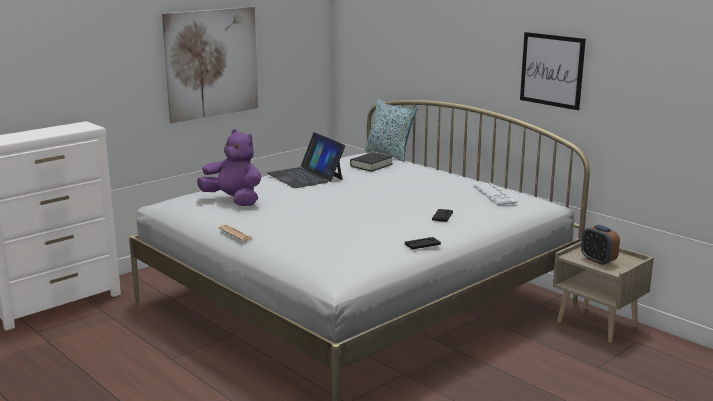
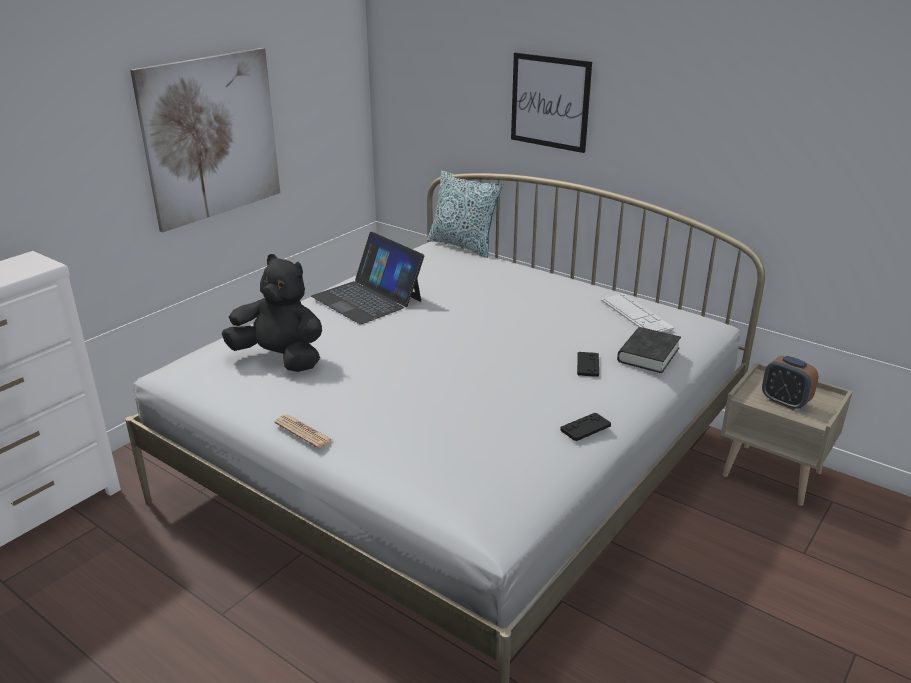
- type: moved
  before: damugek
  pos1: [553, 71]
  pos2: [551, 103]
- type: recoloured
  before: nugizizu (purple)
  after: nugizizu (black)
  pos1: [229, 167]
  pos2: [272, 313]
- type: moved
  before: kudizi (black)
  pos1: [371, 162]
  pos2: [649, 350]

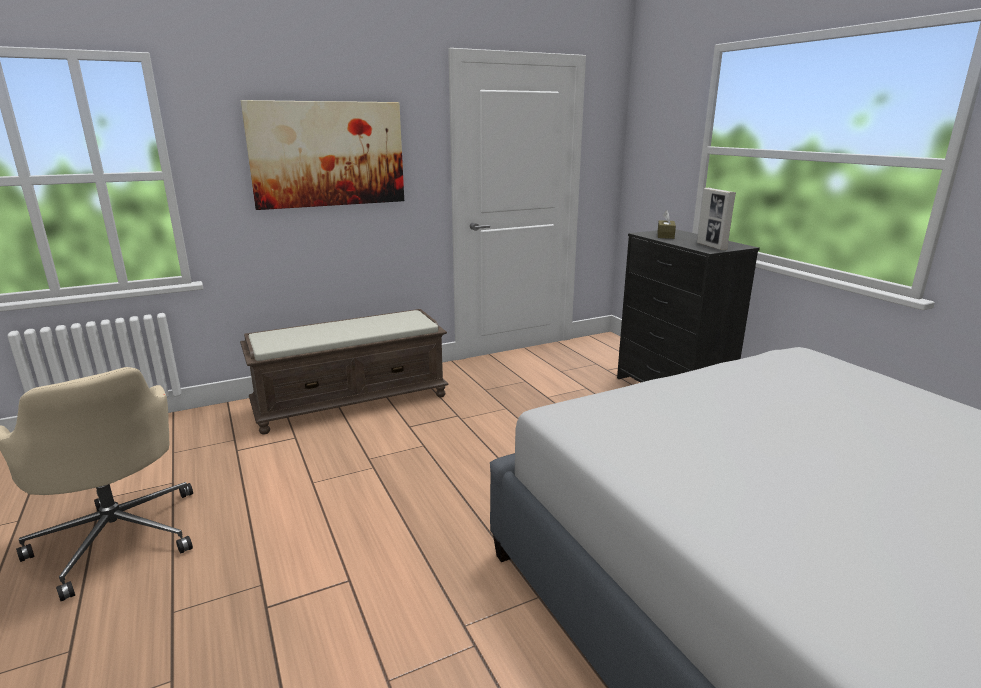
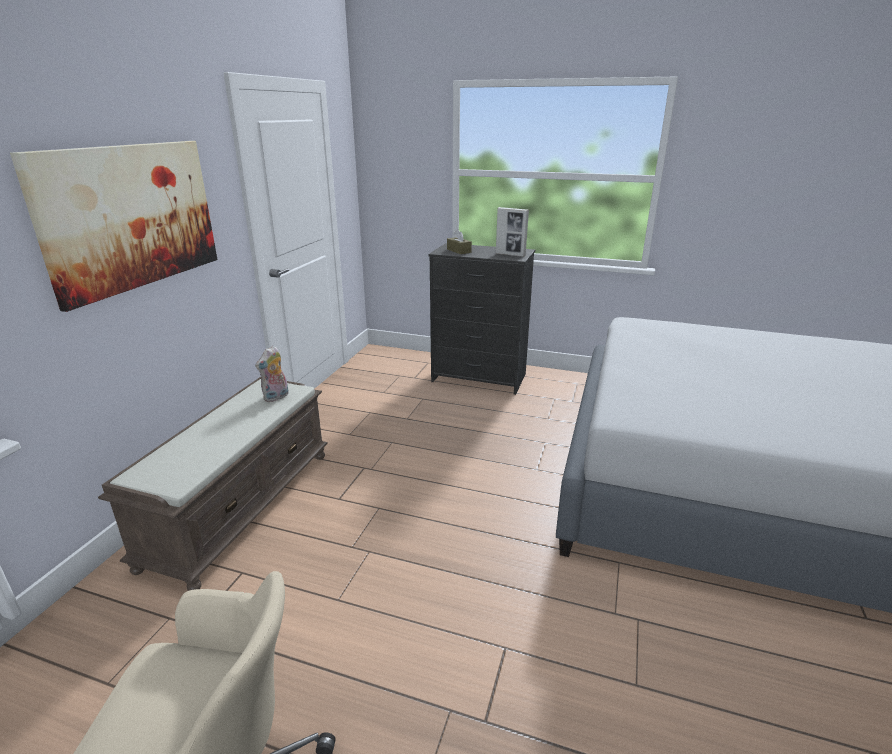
- type: added
  after: nugizizu
  pos2: [272, 374]

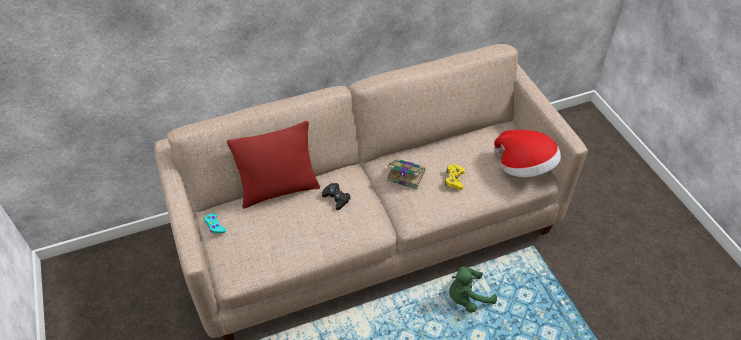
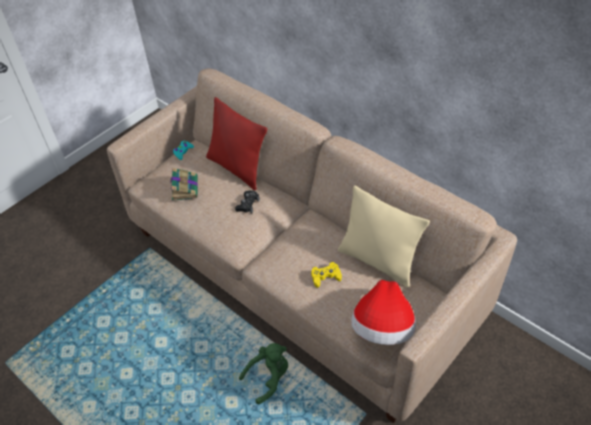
- type: moved
  before: kudizi
  pos1: [406, 173]
  pos2: [184, 184]
- type: turned
  before: nugizizu (green)
  pos1: [473, 289]
  pos2: [263, 373]
  turn: 105
- type: added
  after: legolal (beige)
  pos2: [384, 236]

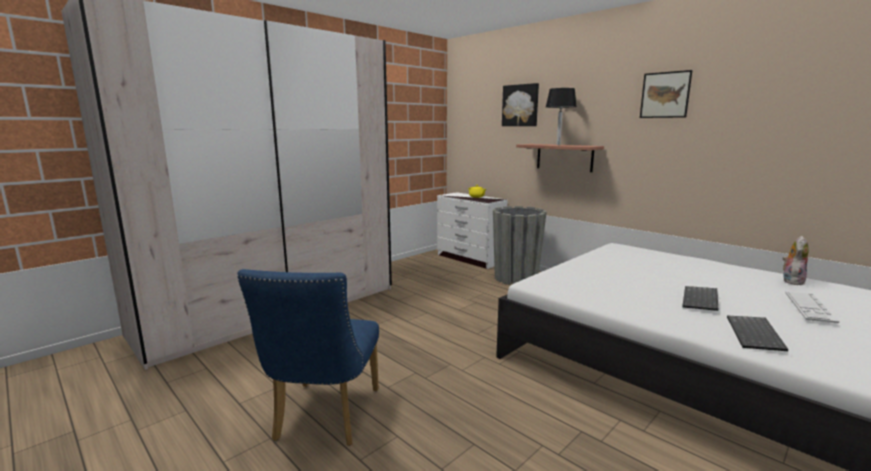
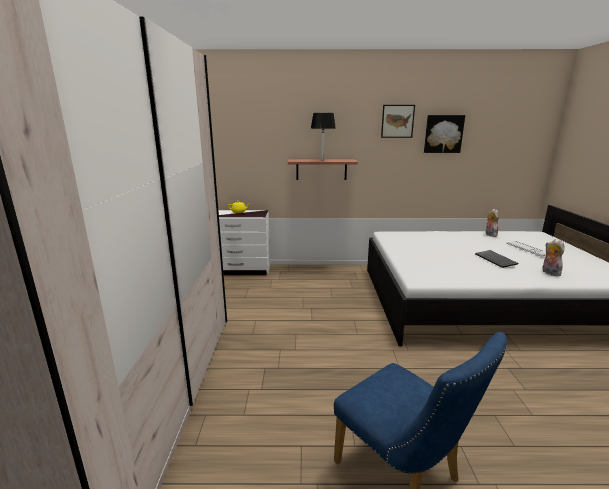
- type: moved
  before: damugek
  pos1: [520, 104]
  pos2: [444, 134]
- type: removed
  before: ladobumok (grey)
  pos1: [520, 245]
- type: replaced
  before: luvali
  after: nugizizu
  pos1: [757, 333]
  pos2: [553, 257]

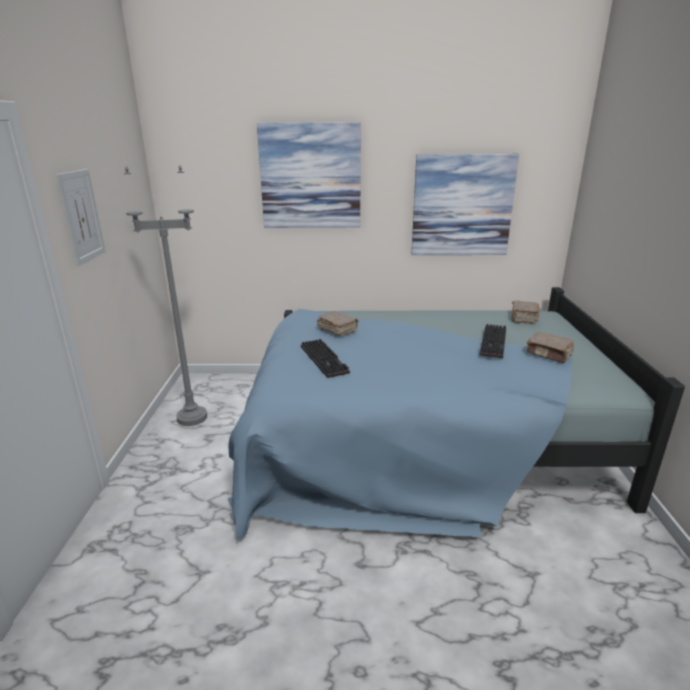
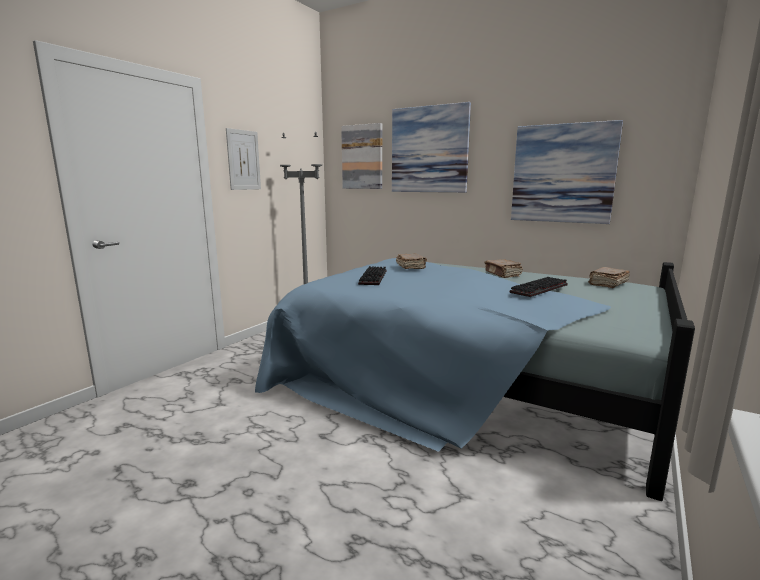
- type: moved
  before: kudizi (brown)
  pos1: [550, 347]
  pos2: [503, 268]
- type: added
  after: damugek
  pos2: [361, 156]

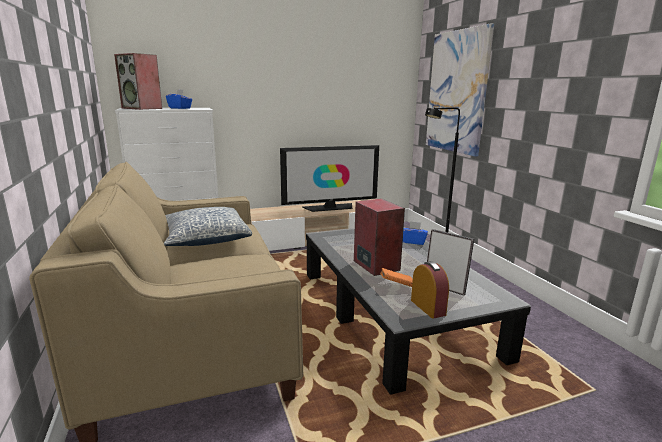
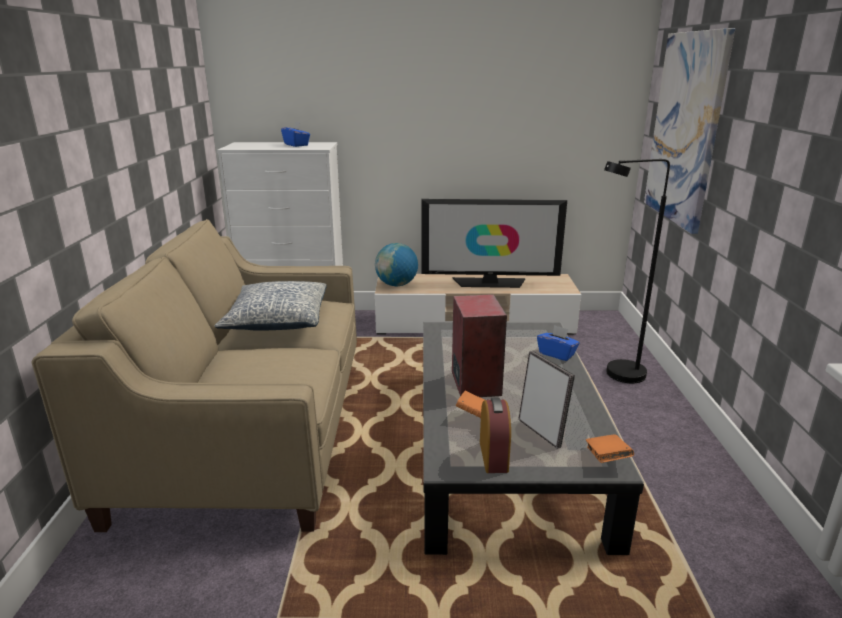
- type: removed
  before: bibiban
  pos1: [138, 81]
- type: added
  after: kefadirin
  pos2: [396, 264]
- type: added
  after: kudizi (orange)
  pos2: [610, 448]

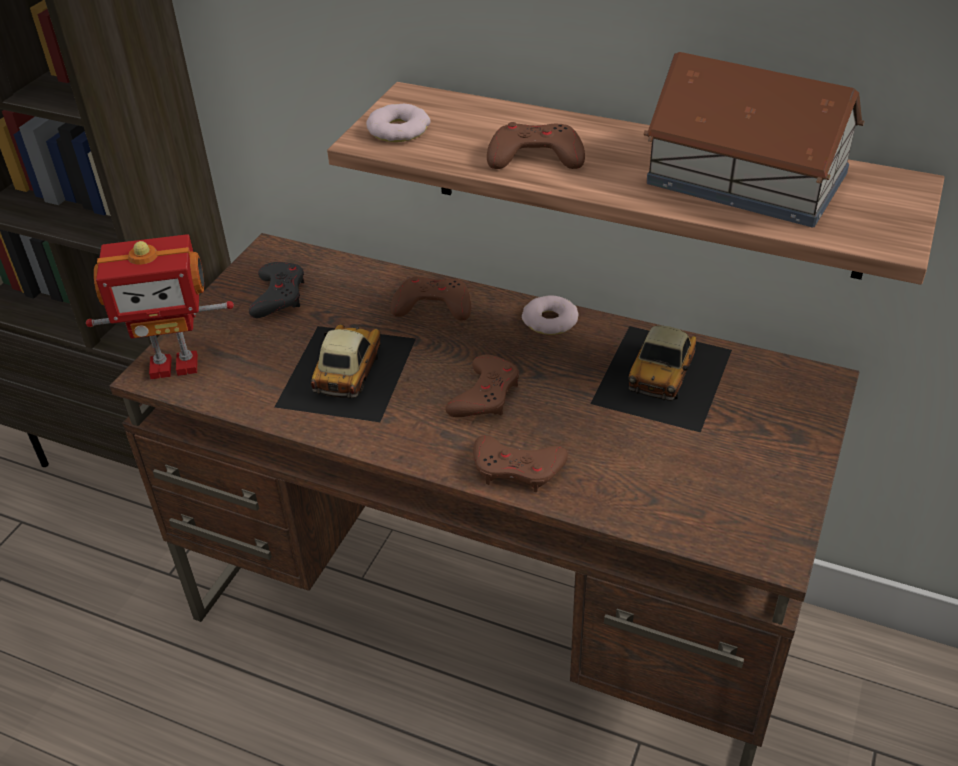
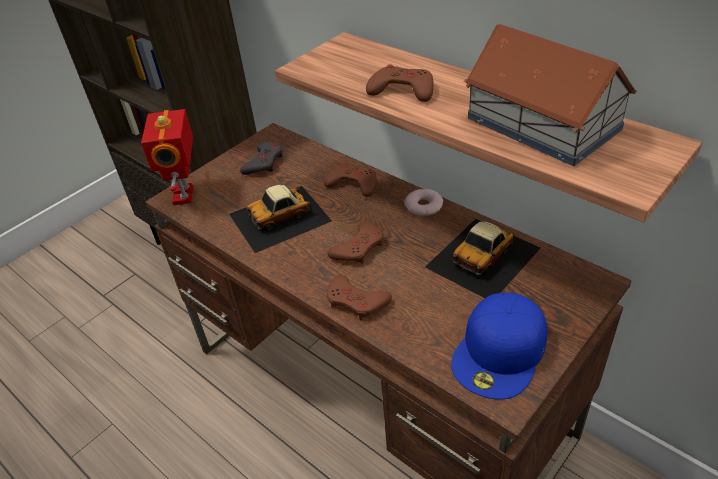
- type: removed
  before: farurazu
  pos1: [398, 123]
- type: turned
  before: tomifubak
  pos1: [160, 306]
  pos2: [167, 157]
  turn: 75
- type: turned
  before: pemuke
  pos1: [345, 373]
  pos2: [280, 219]
  turn: -150
- type: added
  after: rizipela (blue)
  pos2: [499, 346]

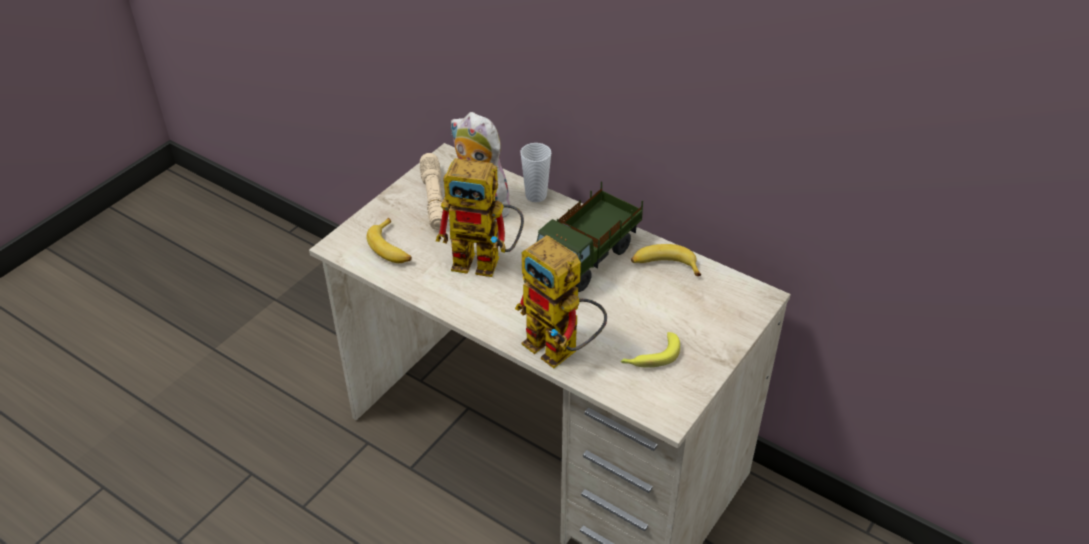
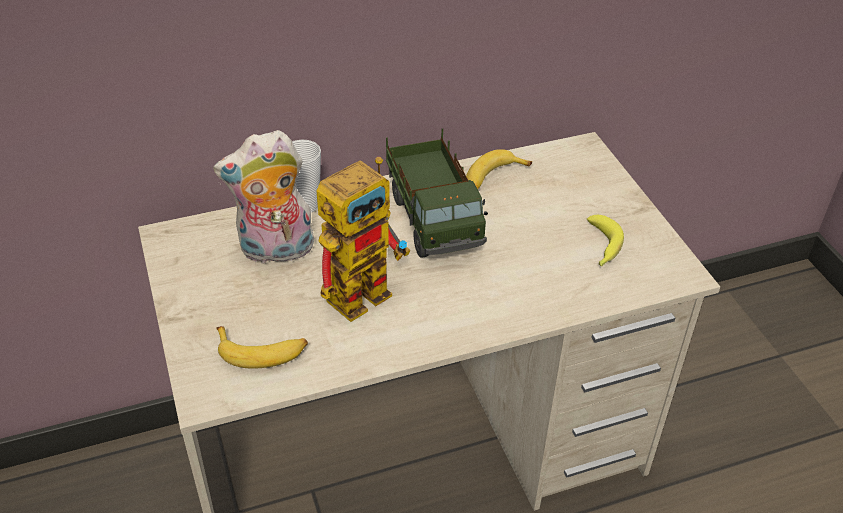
- type: removed
  before: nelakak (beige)
  pos1: [432, 191]
- type: removed
  before: tomifubak
  pos1: [561, 301]

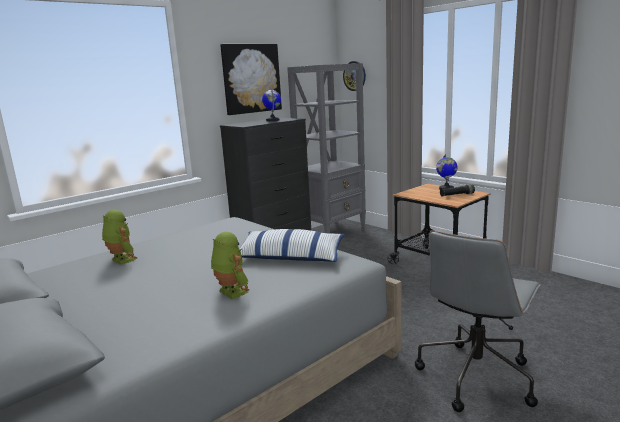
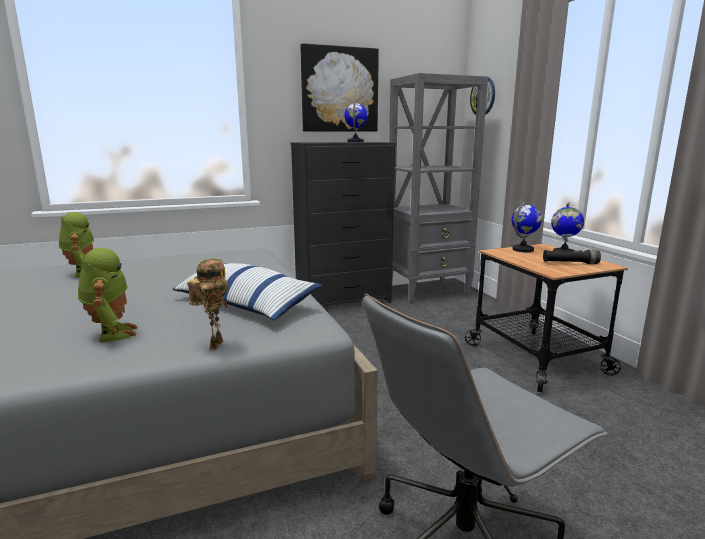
- type: added
  after: kefadirin
  pos2: [526, 227]
- type: added
  after: tomifubak
  pos2: [207, 304]

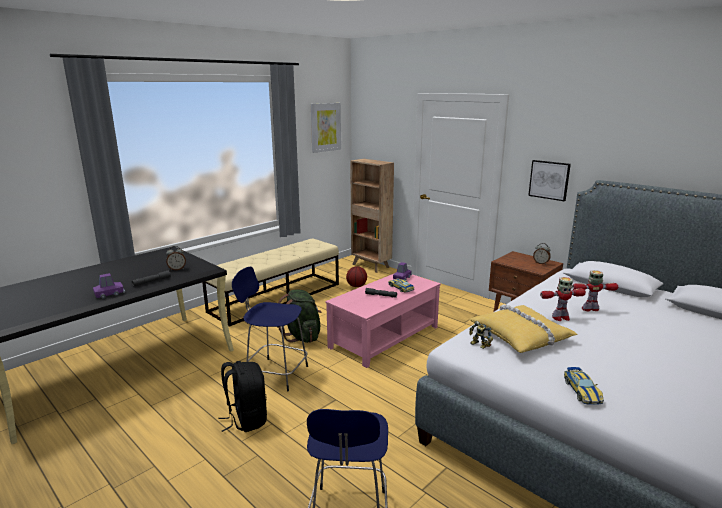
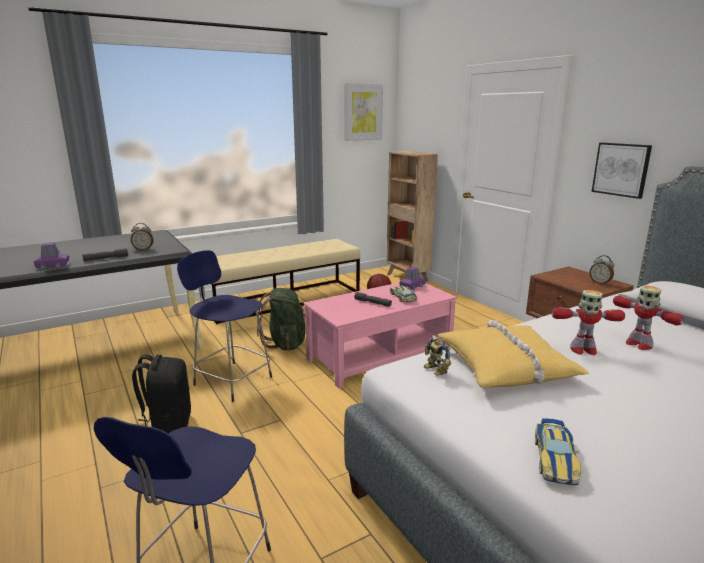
- type: turned
  before: tomifubak
  pos1: [595, 290]
  pos2: [648, 318]
  turn: -135

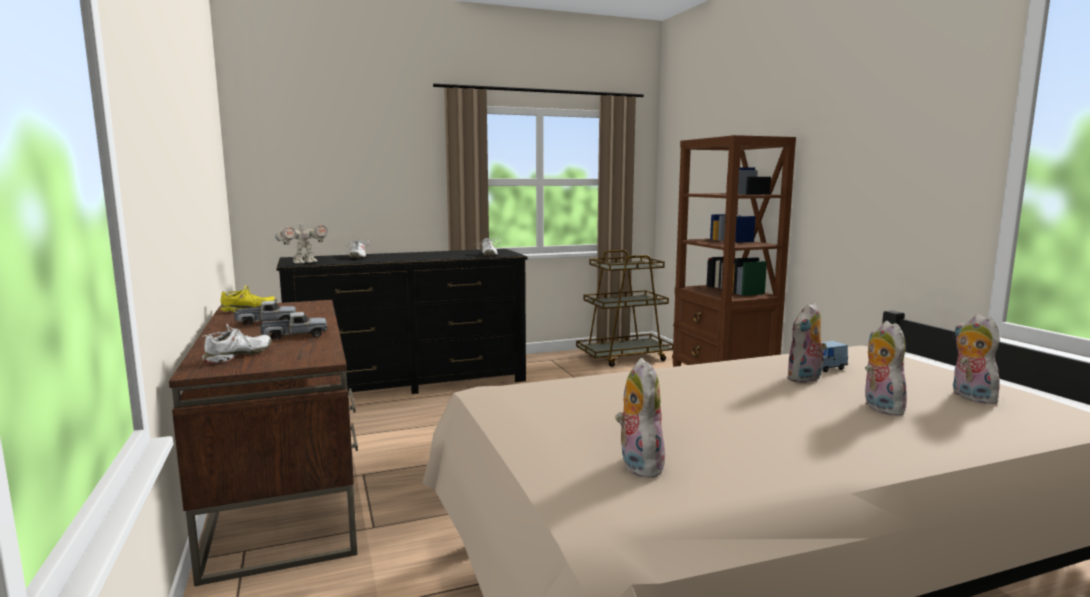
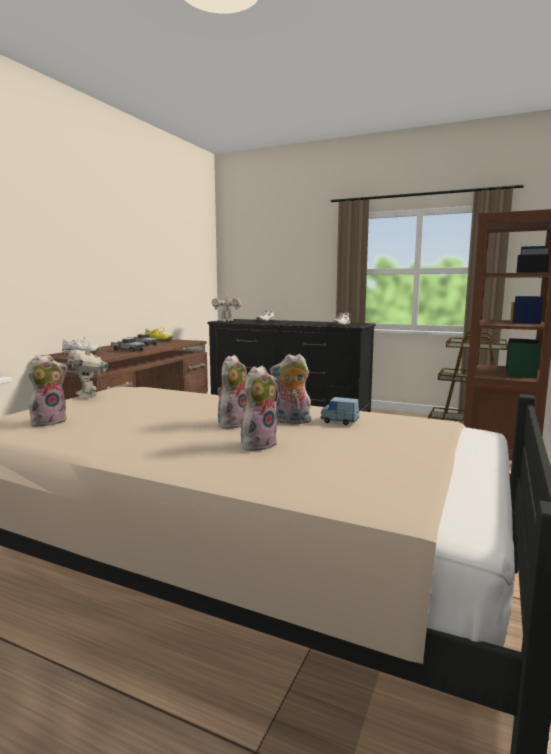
- type: moved
  before: nugizizu
  pos1: [976, 359]
  pos2: [232, 392]
- type: added
  after: tomifubak
  pos2: [88, 370]

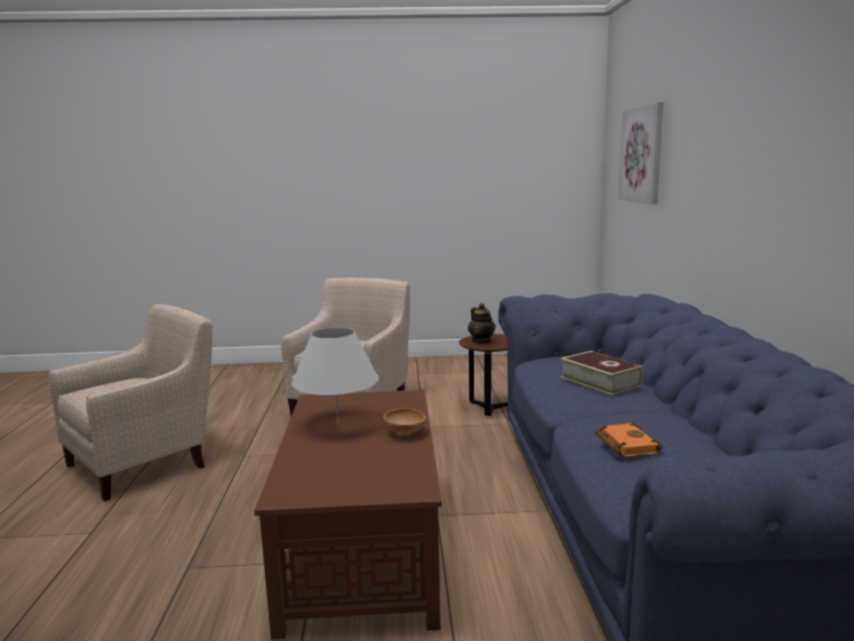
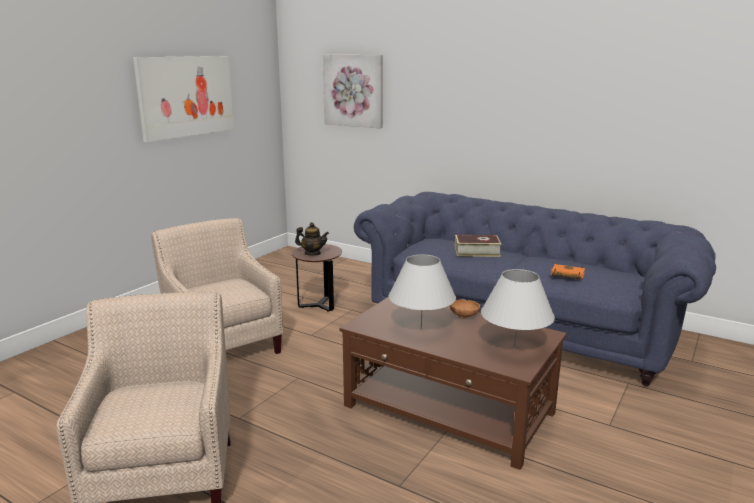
- type: added
  after: damugek
  pos2: [183, 99]
- type: added
  after: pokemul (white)
  pos2: [518, 309]

